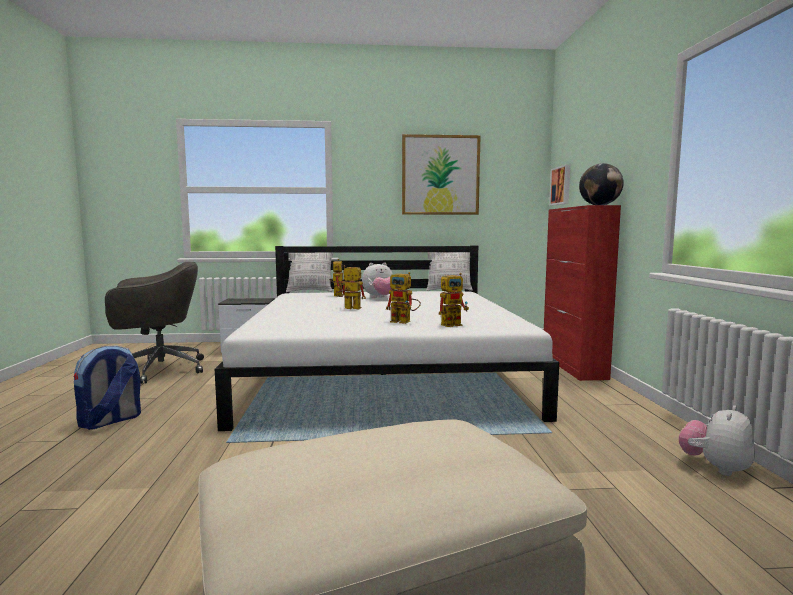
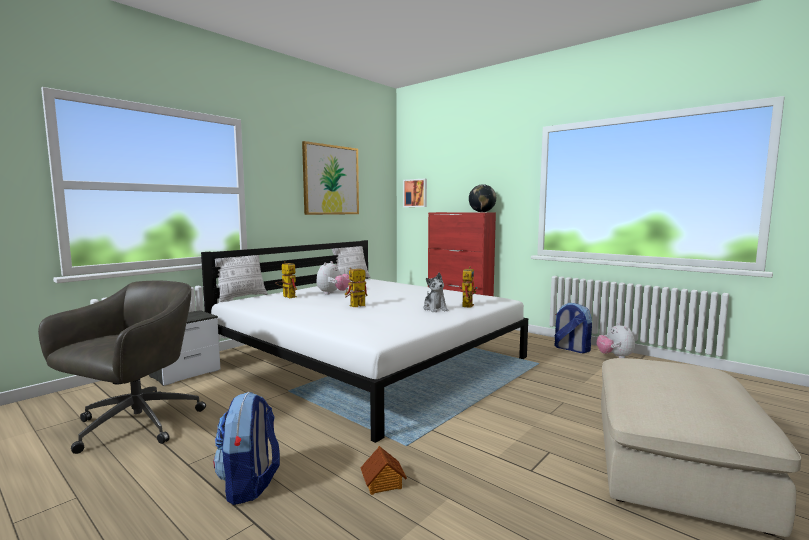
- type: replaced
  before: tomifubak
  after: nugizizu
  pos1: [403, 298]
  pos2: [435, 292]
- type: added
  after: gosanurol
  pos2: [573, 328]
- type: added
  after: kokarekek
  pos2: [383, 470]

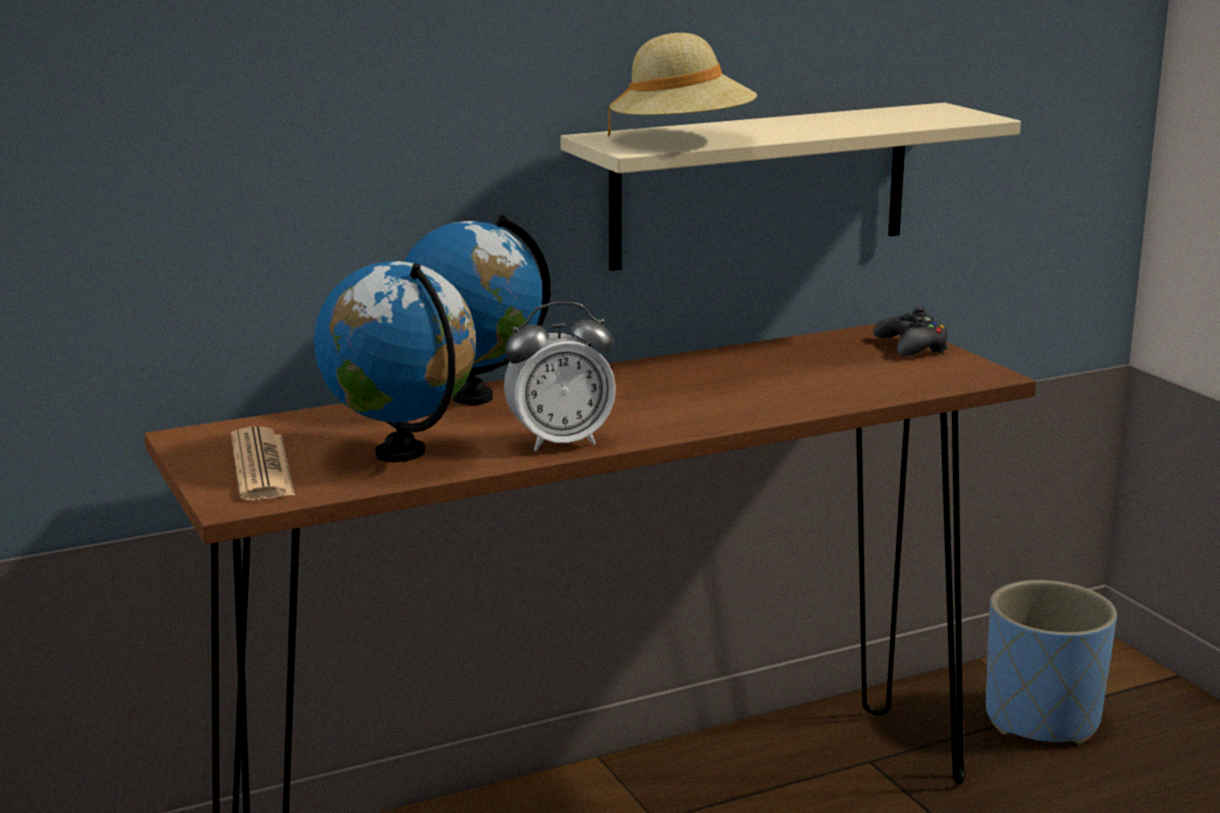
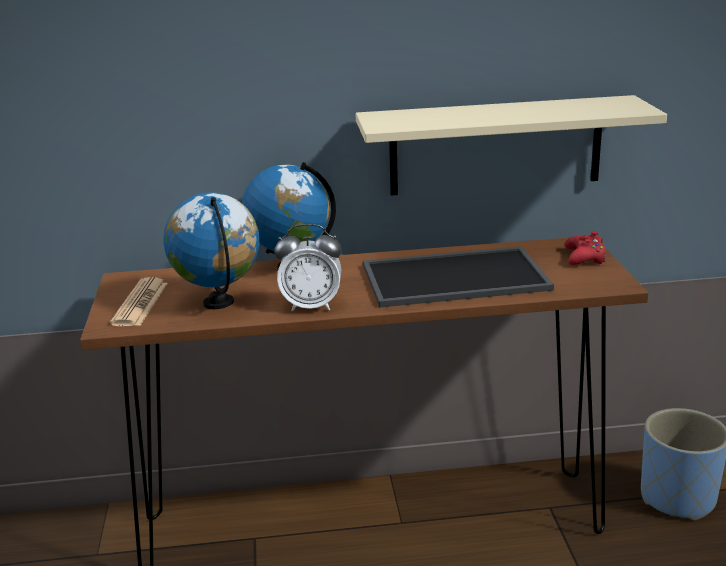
- type: removed
  before: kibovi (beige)
  pos1: [682, 85]
- type: recoloured
  before: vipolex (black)
  after: vipolex (red)
  pos1: [910, 331]
  pos2: [585, 248]
- type: added
  after: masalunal
  pos2: [458, 277]

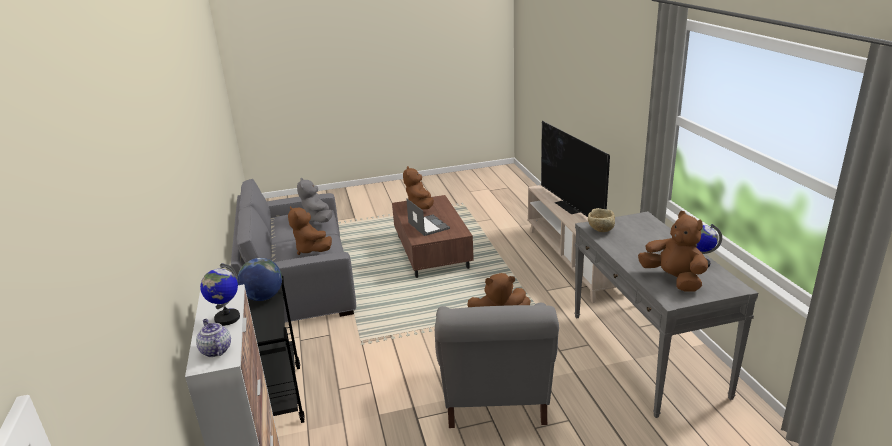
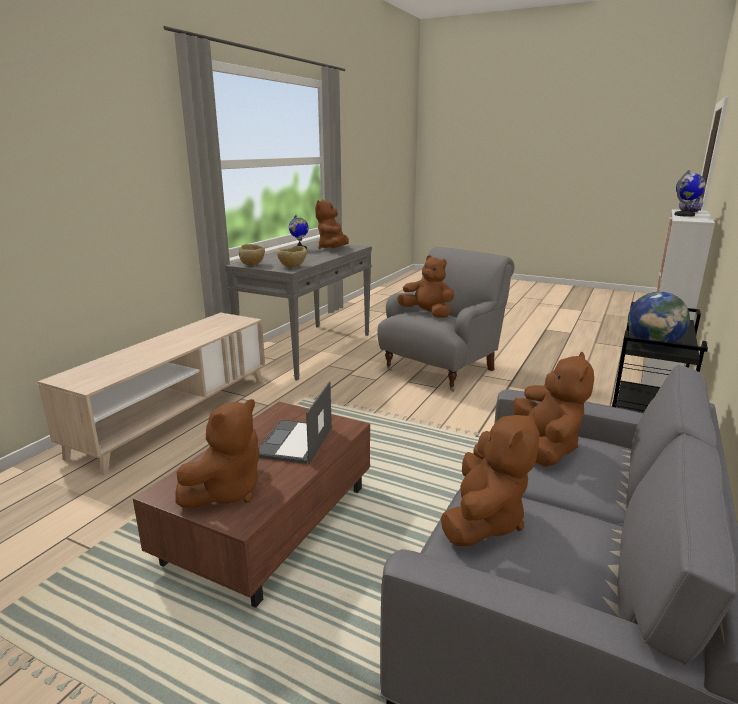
- type: removed
  before: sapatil
  pos1: [575, 169]
- type: recoloured
  before: nugizizu (grey)
  after: nugizizu (brown)
  pos1: [315, 200]
  pos2: [490, 478]
- type: added
  after: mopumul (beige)
  pos2: [252, 255]

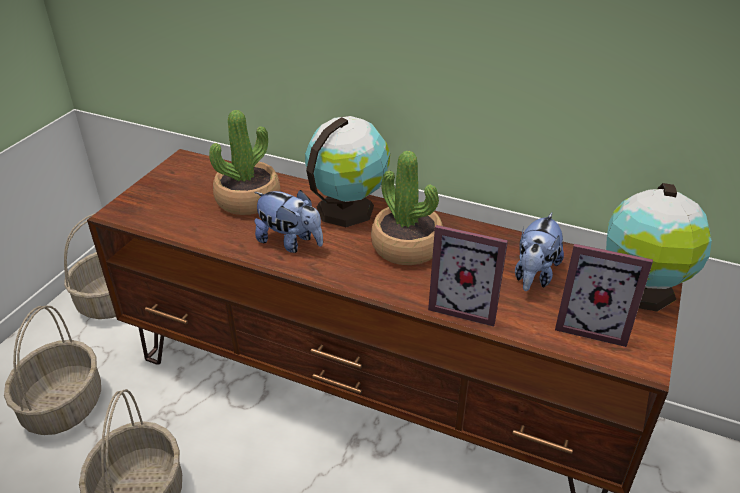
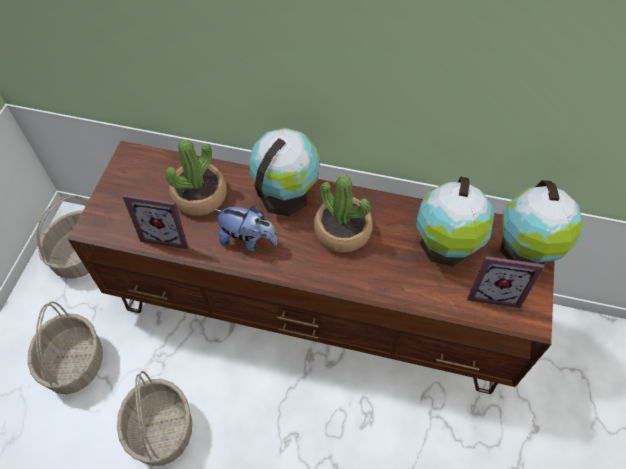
- type: replaced
  before: nugizizu
  after: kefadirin
  pos1: [539, 252]
  pos2: [455, 221]
- type: moved
  before: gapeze
  pos1: [468, 276]
  pos2: [155, 221]

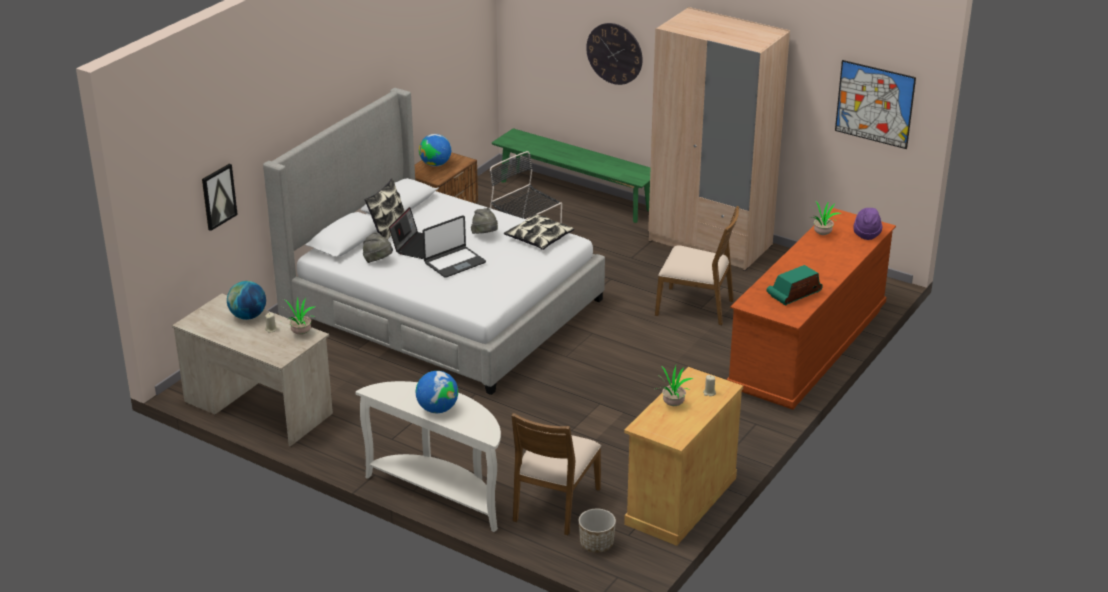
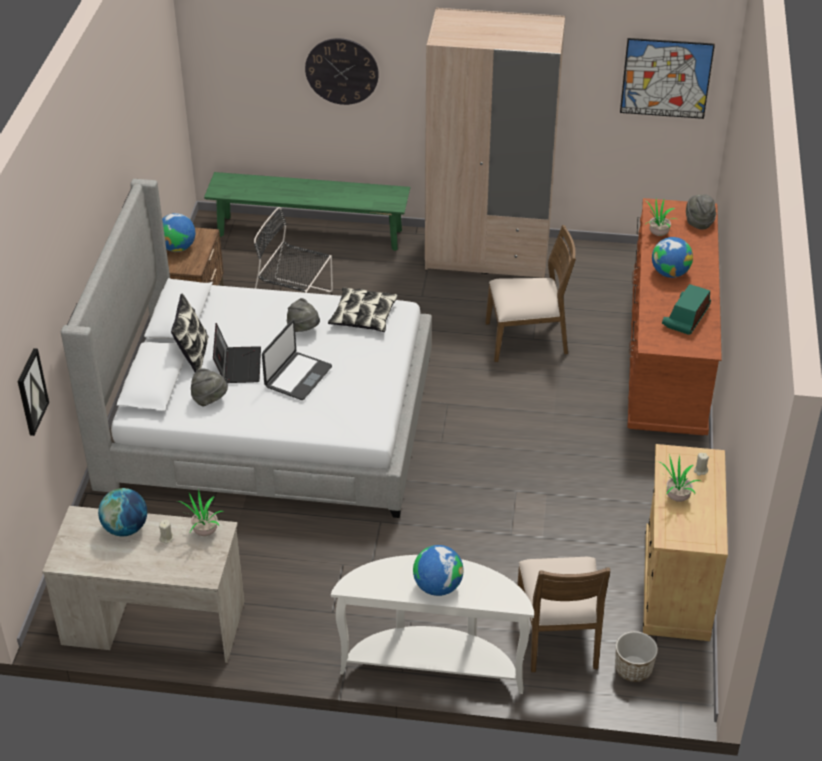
- type: recoloured
  before: kibovi (purple)
  after: kibovi (grey)
  pos1: [868, 224]
  pos2: [701, 212]
- type: added
  after: kefadirin
  pos2: [672, 257]

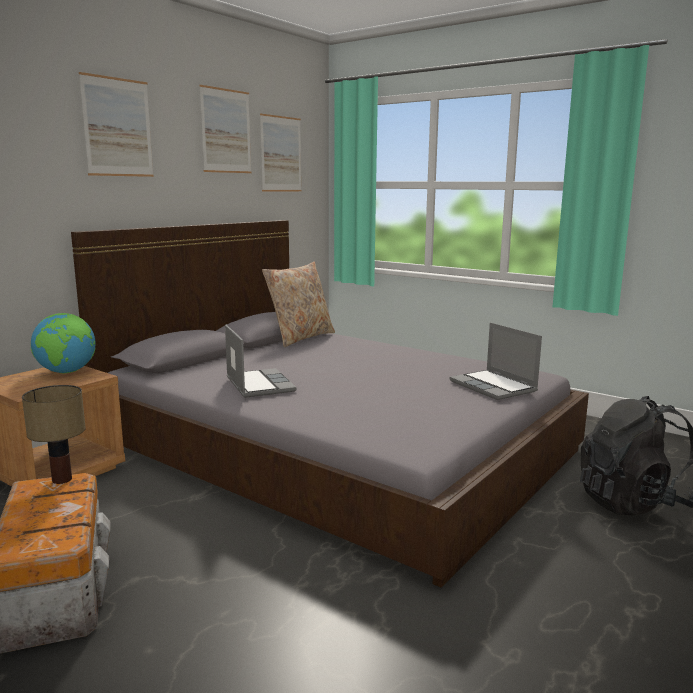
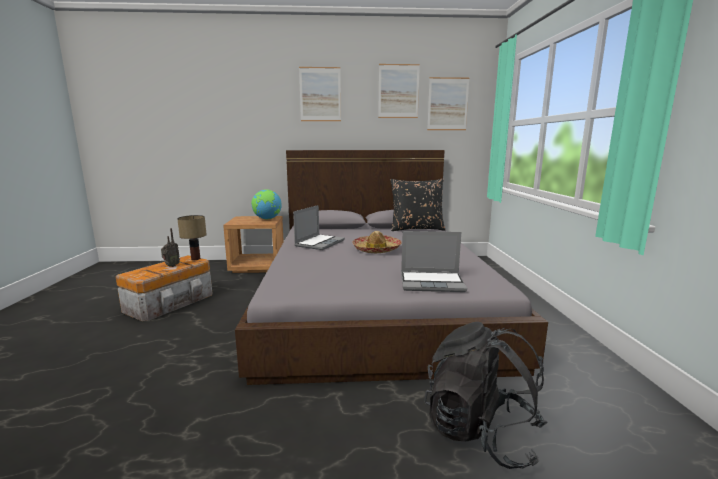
- type: recoloured
  before: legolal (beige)
  after: legolal (black)
  pos1: [298, 304]
  pos2: [418, 204]
- type: turned
  before: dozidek
  pos1: [496, 361]
  pos2: [434, 261]
  turn: -105
- type: added
  after: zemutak
  pos2: [170, 247]
- type: added
  after: kibovi
  pos2: [377, 242]

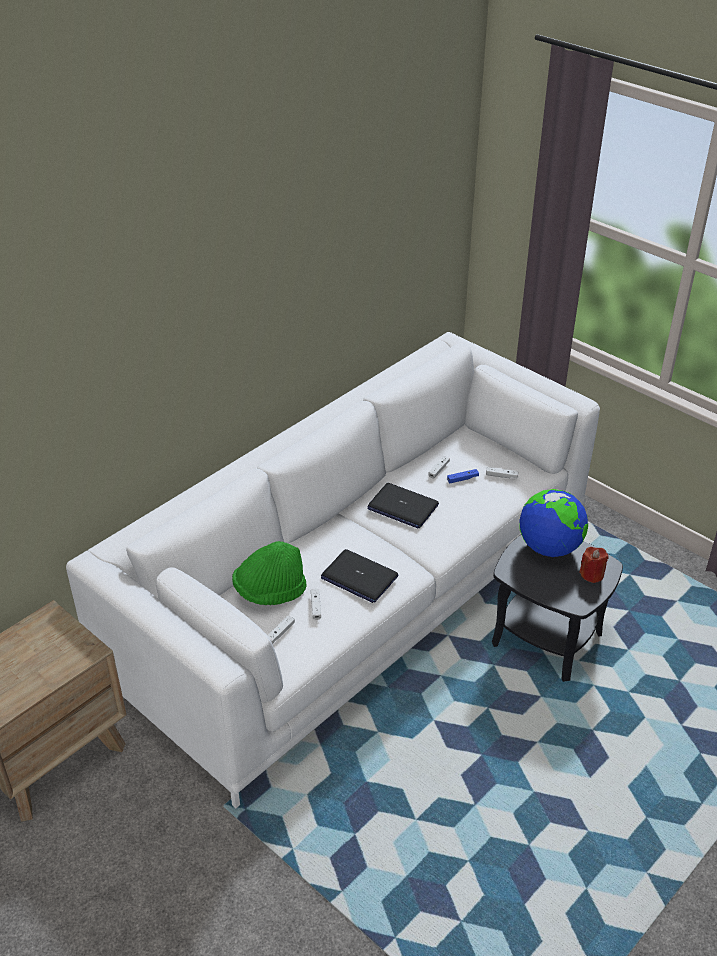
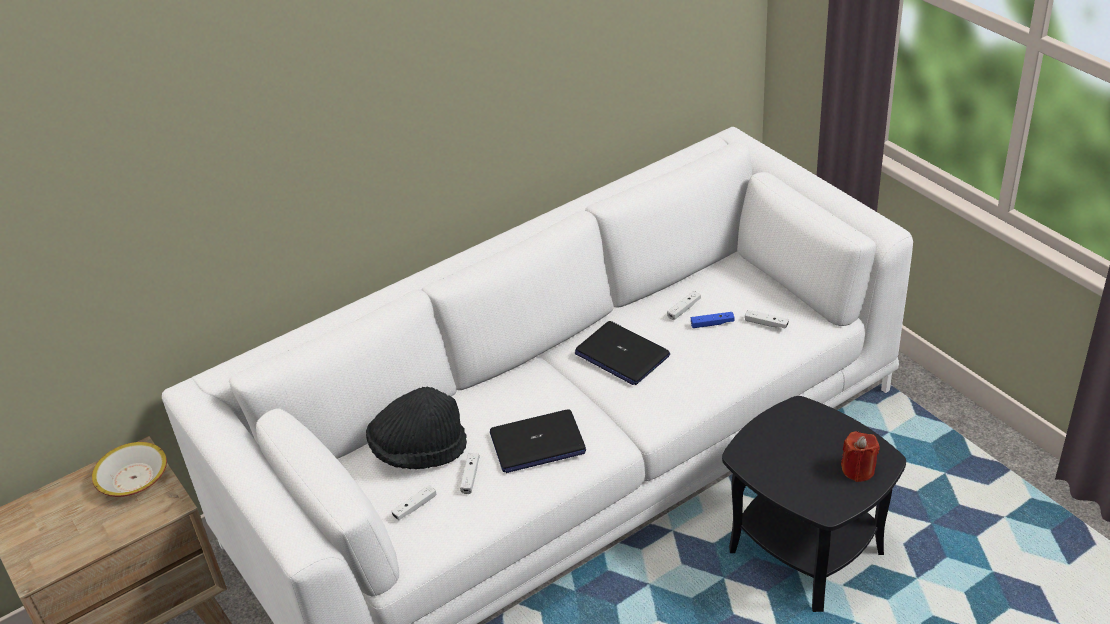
- type: removed
  before: kefadirin
  pos1: [553, 523]
- type: recoloured
  before: kibovi (green)
  after: kibovi (black)
  pos1: [269, 573]
  pos2: [416, 428]
- type: turned
  before: dozidek
  pos1: [359, 576]
  pos2: [538, 441]
  turn: -60
- type: added
  after: mopumul
  pos2: [129, 469]

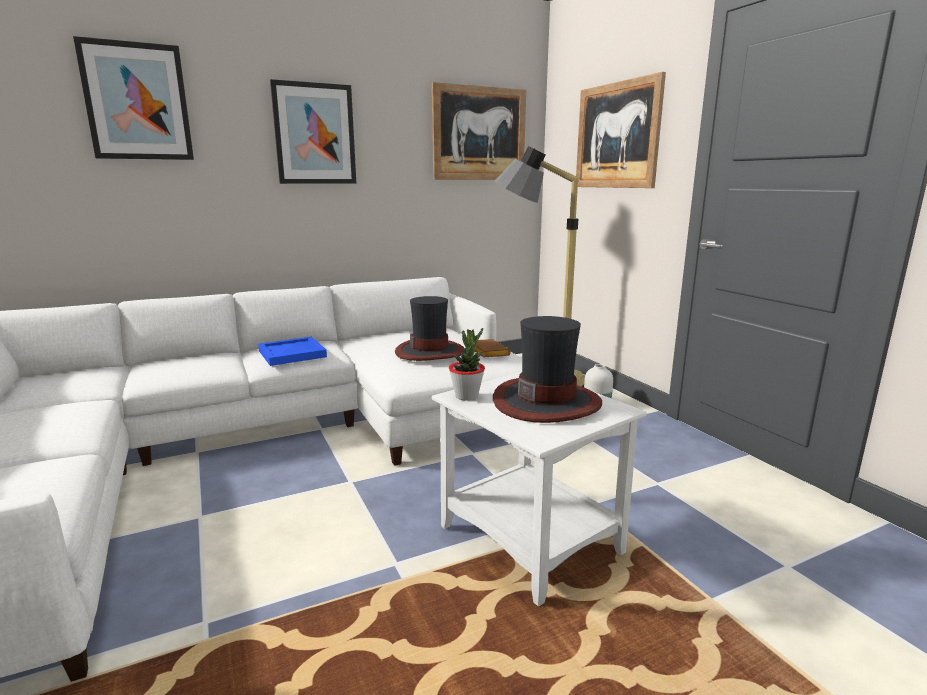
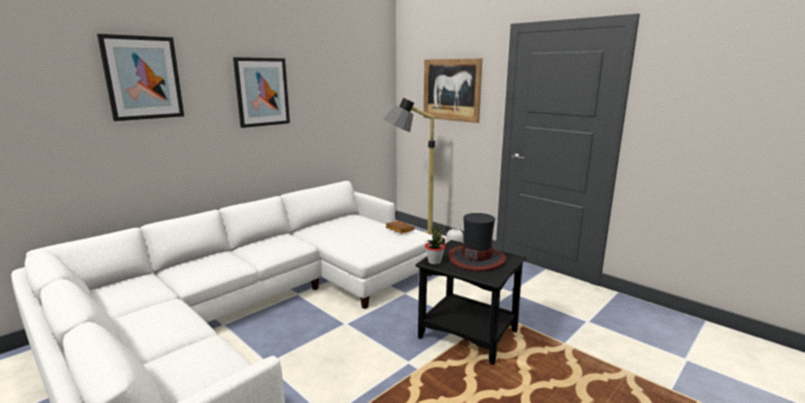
- type: removed
  before: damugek
  pos1: [479, 131]
- type: removed
  before: kibovi
  pos1: [430, 328]
- type: removed
  before: masalunal (blue)
  pos1: [292, 351]
- type: recoloured
  before: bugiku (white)
  after: bugiku (black)
  pos1: [539, 488]
  pos2: [471, 302]

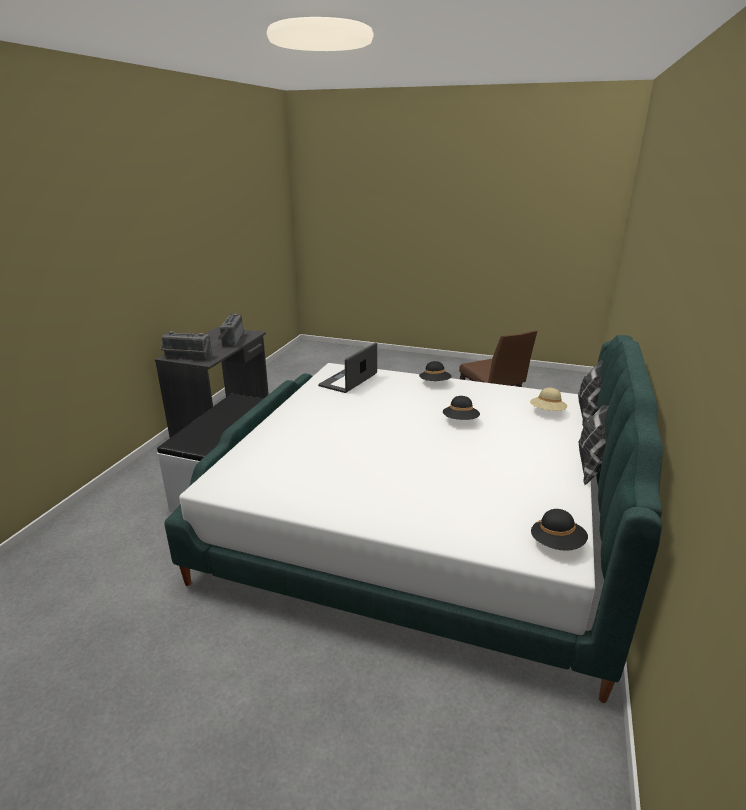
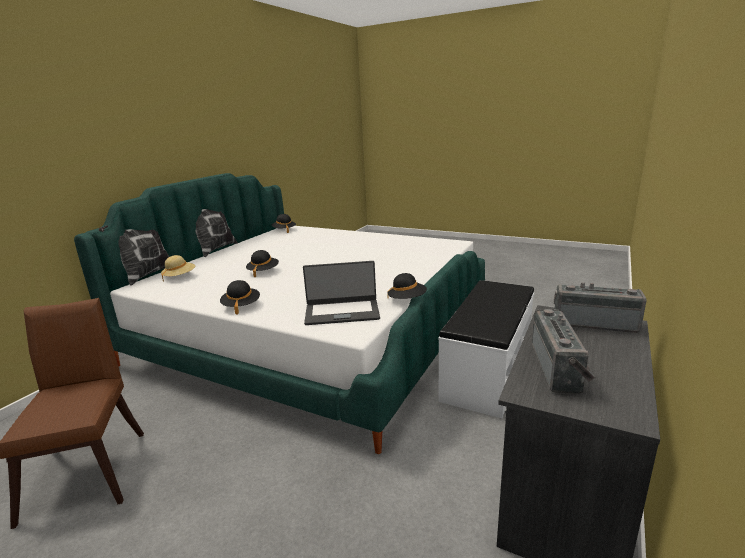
- type: turned
  before: dozidek
  pos1: [347, 368]
  pos2: [341, 293]
  turn: 45
- type: added
  after: kibovi (black)
  pos2: [407, 286]

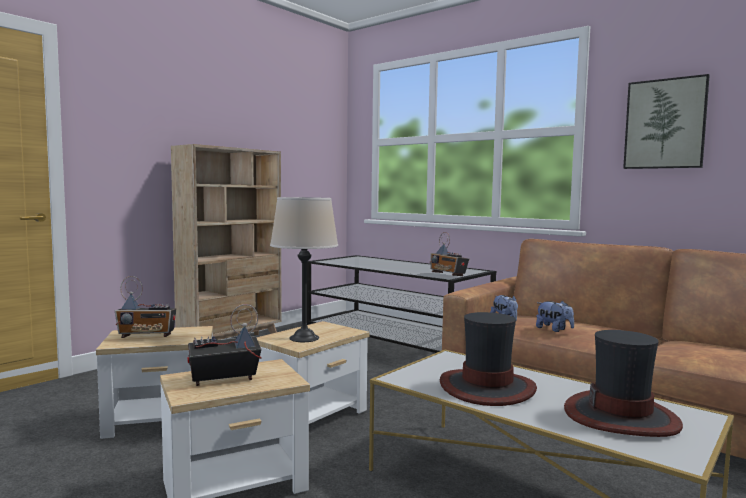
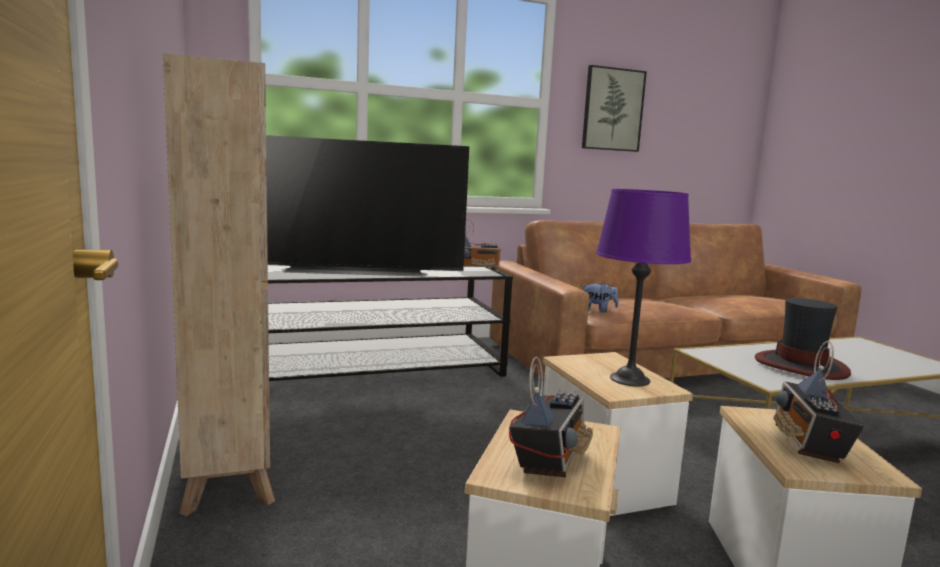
- type: recoloured
  before: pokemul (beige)
  after: pokemul (purple)
  pos1: [304, 269]
  pos2: [643, 287]
- type: removed
  before: nugizizu
  pos1: [555, 316]
- type: removed
  before: kibovi
  pos1: [623, 383]
- type: added
  after: sapatil
  pos2: [367, 206]

